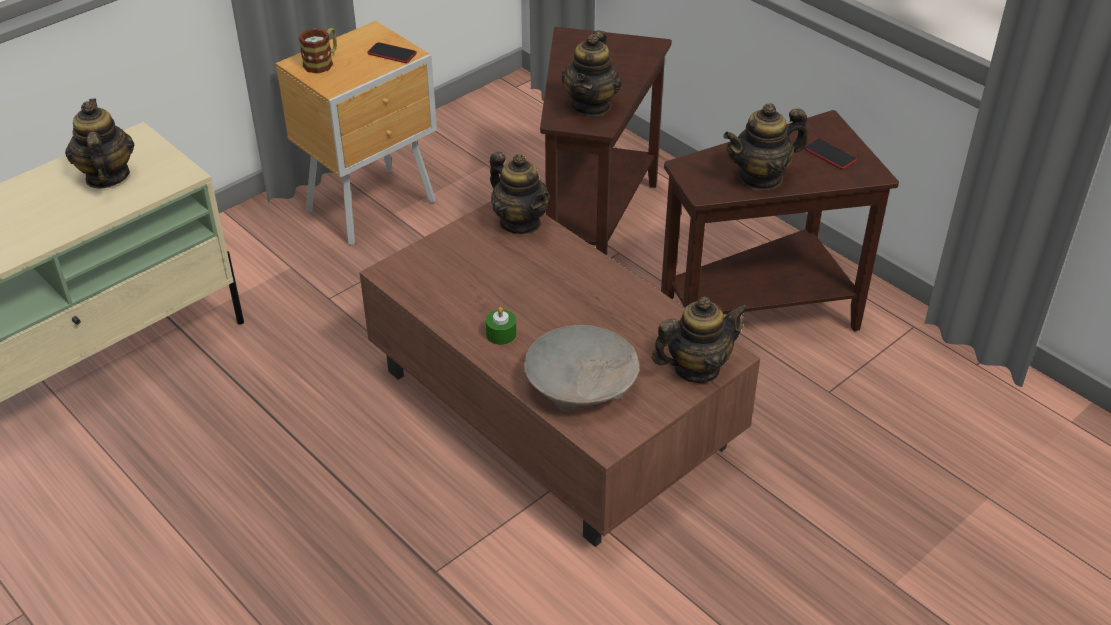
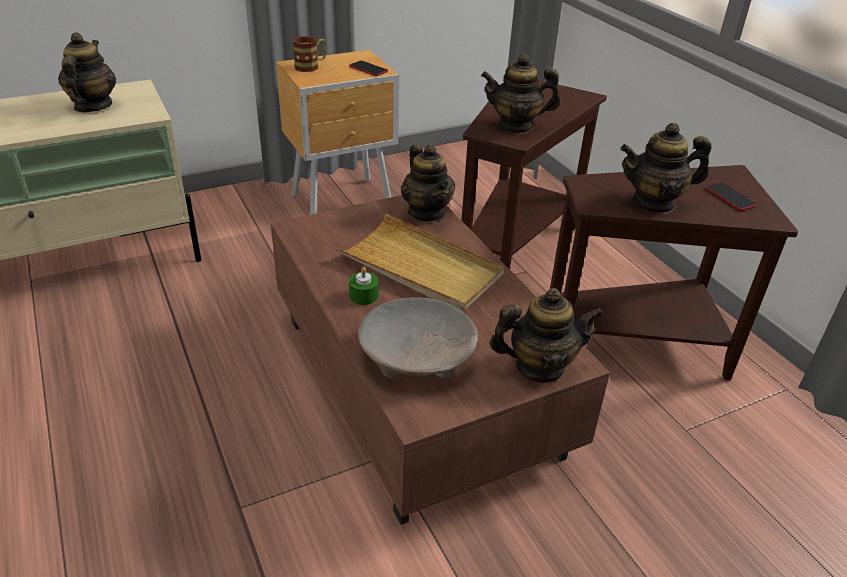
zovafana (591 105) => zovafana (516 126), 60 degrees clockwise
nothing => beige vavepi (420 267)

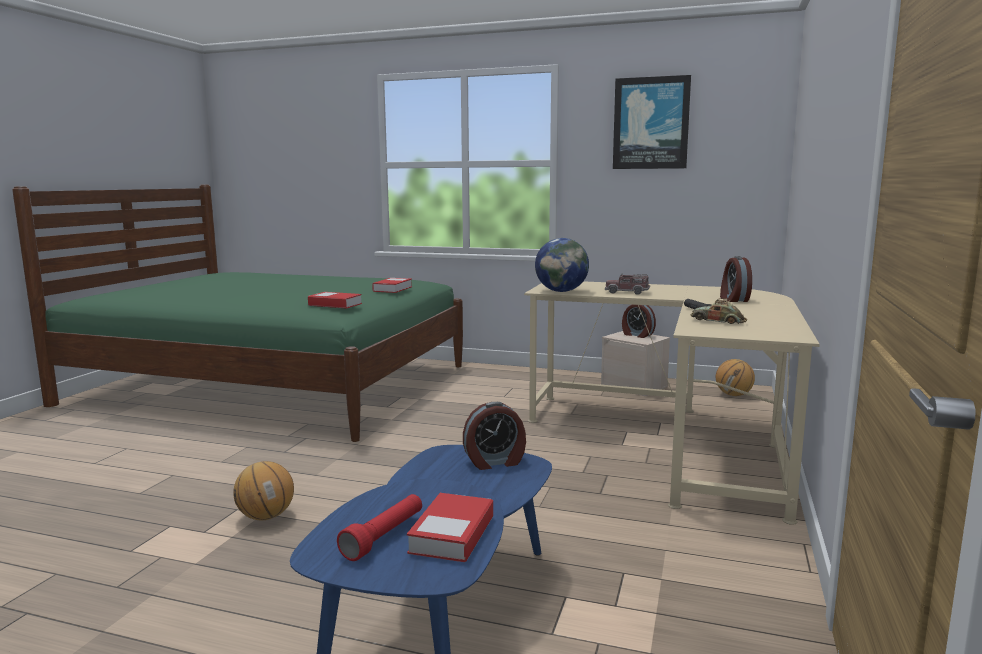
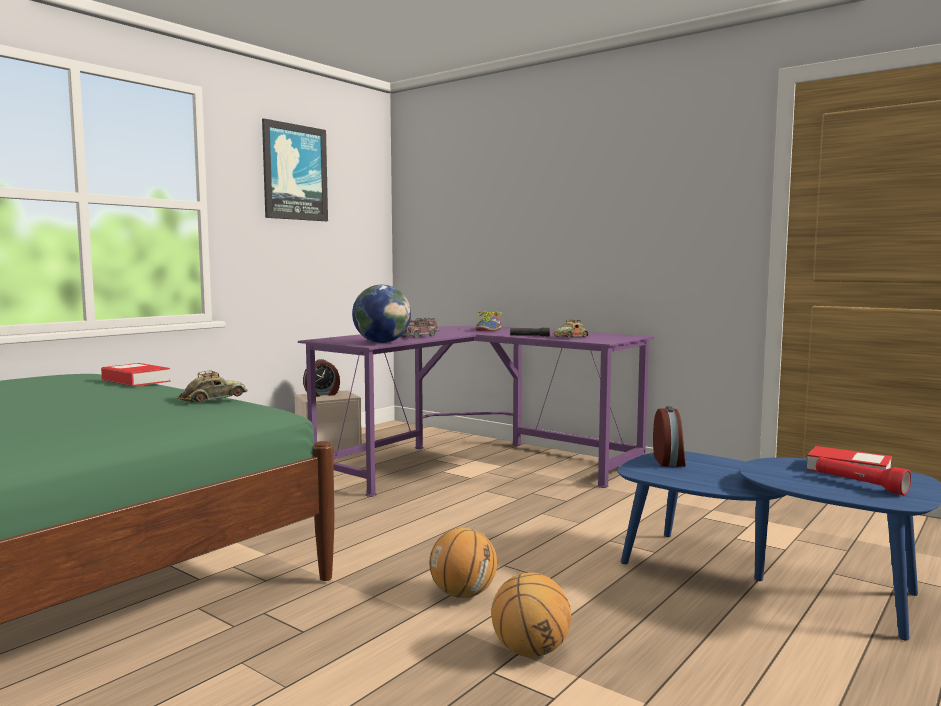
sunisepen (335 304) => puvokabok (213 399)
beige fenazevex (674 439) => purple fenazevex (476 463)
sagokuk (734 395) => sagokuk (463 594), relocated
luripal (733 299) => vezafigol (489 330)

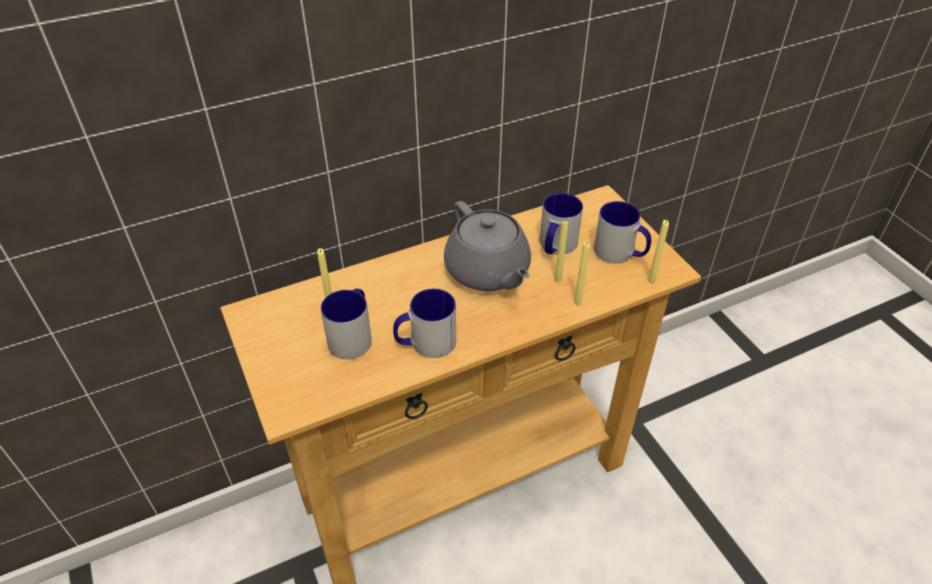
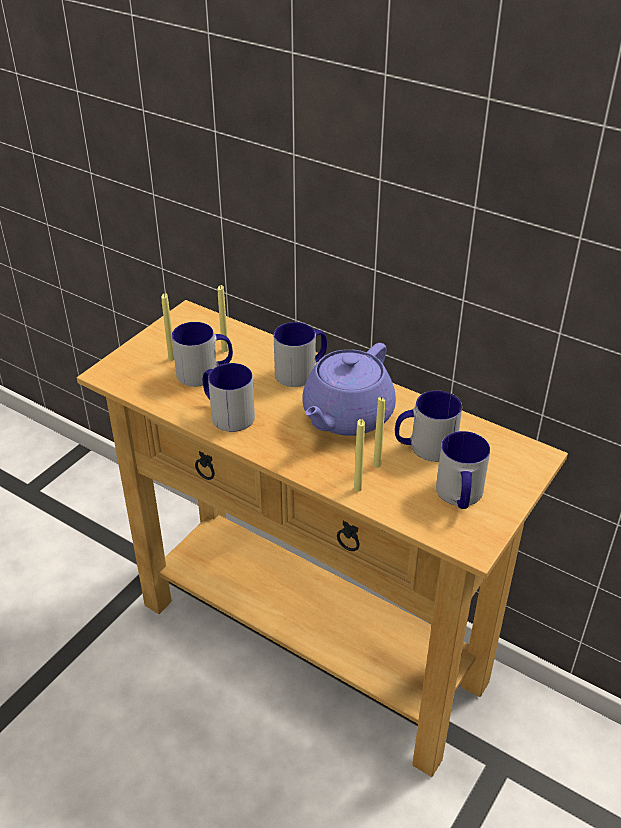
grey zovafana (488 272) => purple zovafana (346 416)
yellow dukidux (651 280) => yellow dukidux (172 358), relocated
nothing => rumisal (302 371)

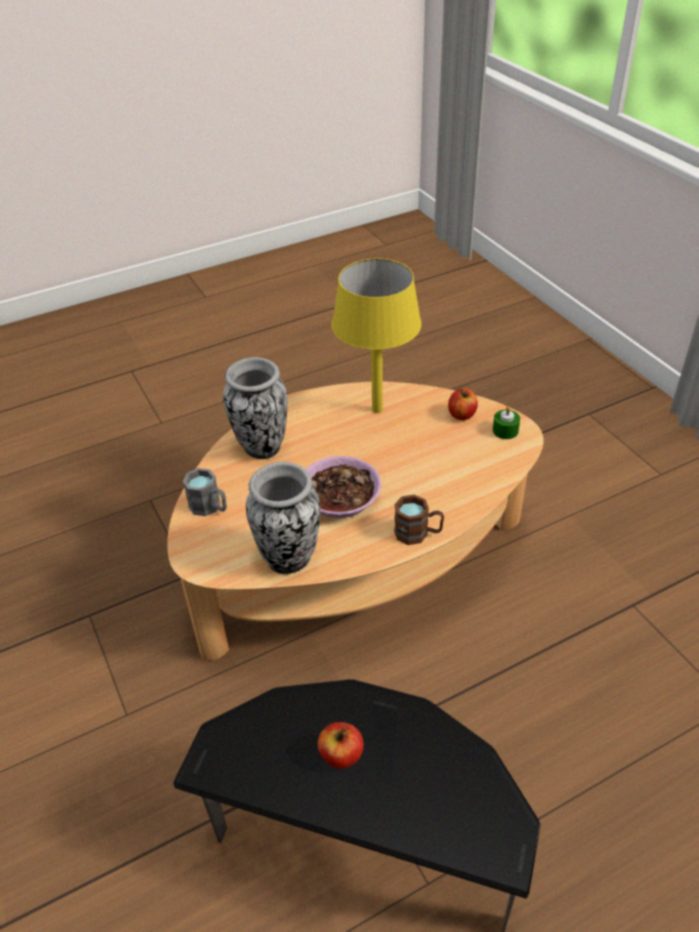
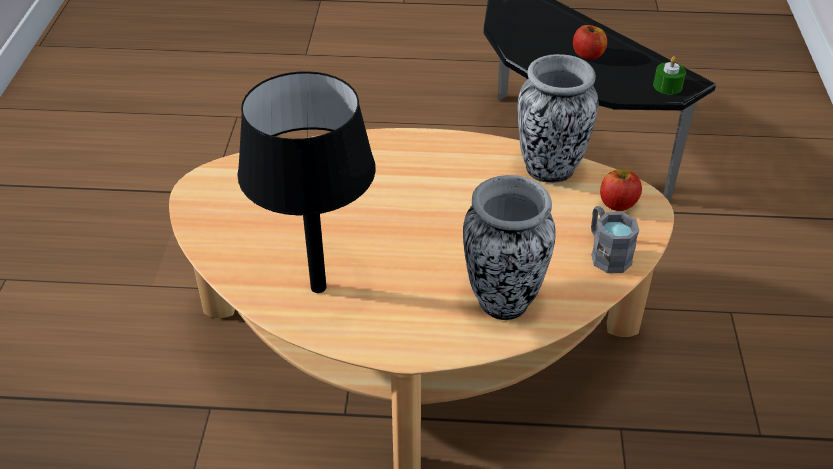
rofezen (340 497) => nothing
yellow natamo (377 410) => black natamo (319 287)
brown rumisal (418 533) => nothing
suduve (462 414) => suduve (618 203), relocated
green dukidux (505 430) => green dukidux (667 86), relocated

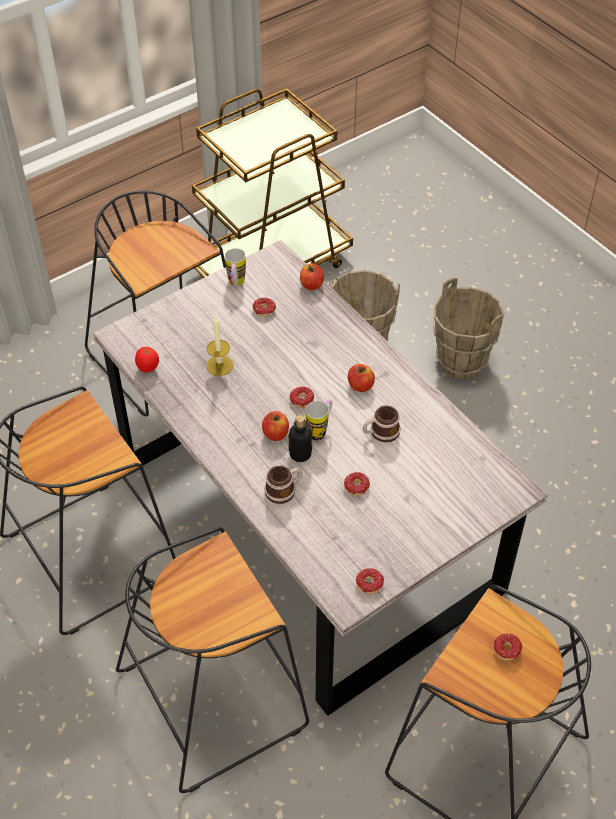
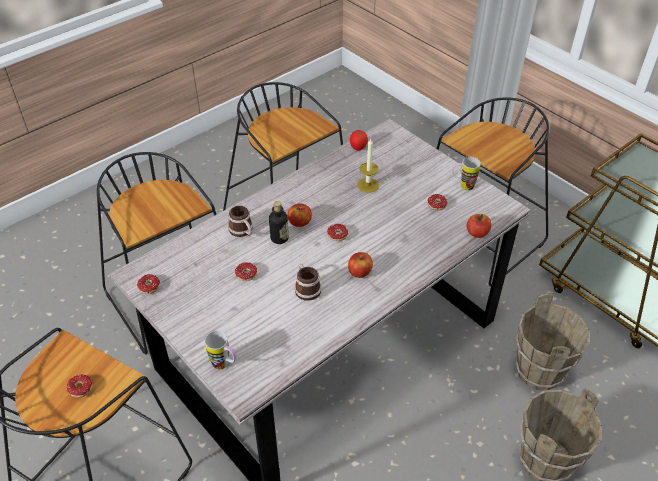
rumisal (320 430) => rumisal (224 365), relocated

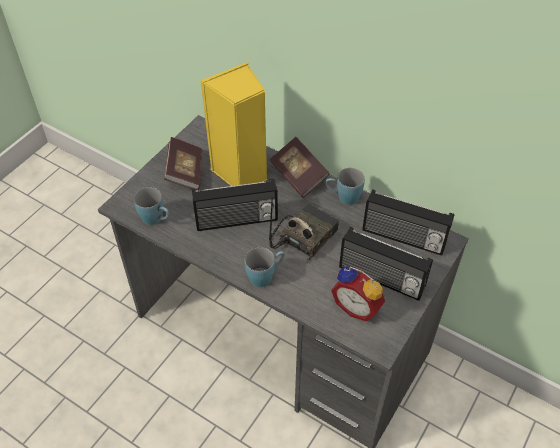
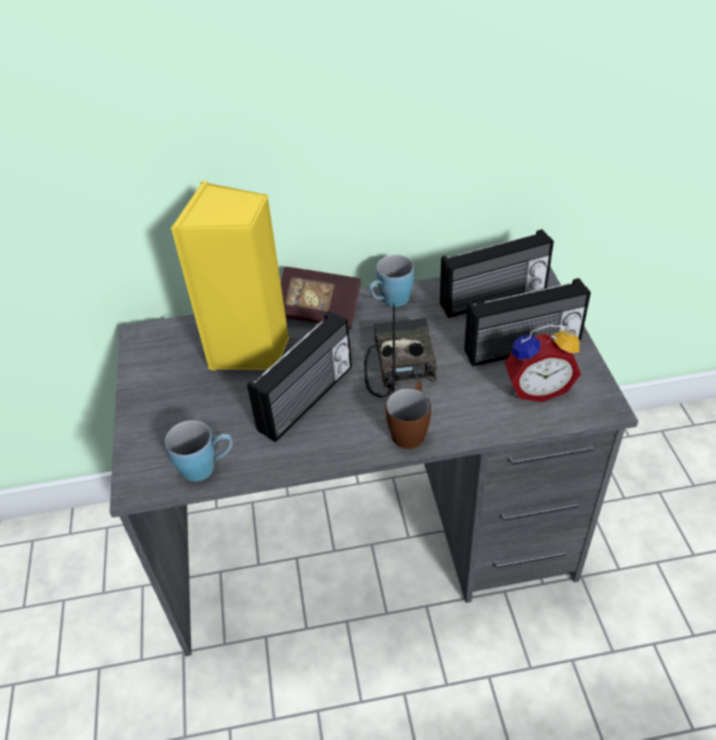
sunisepen (185 172) => nothing
blue rumisal (265 275) => brown rumisal (410 429)

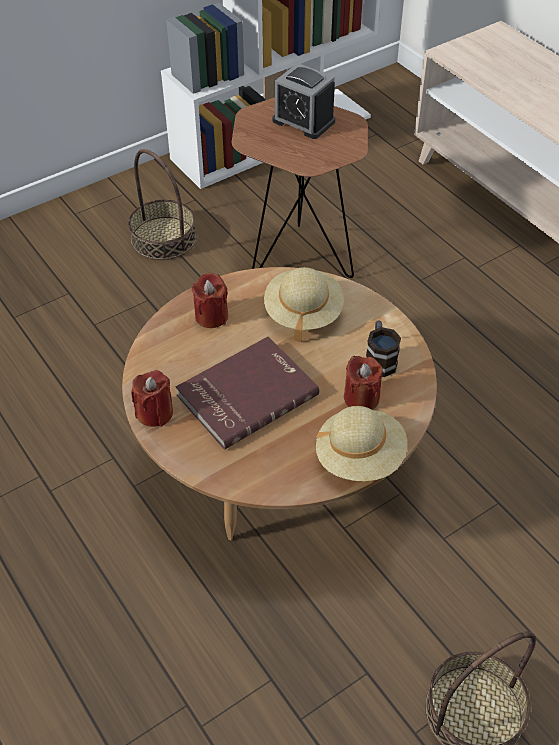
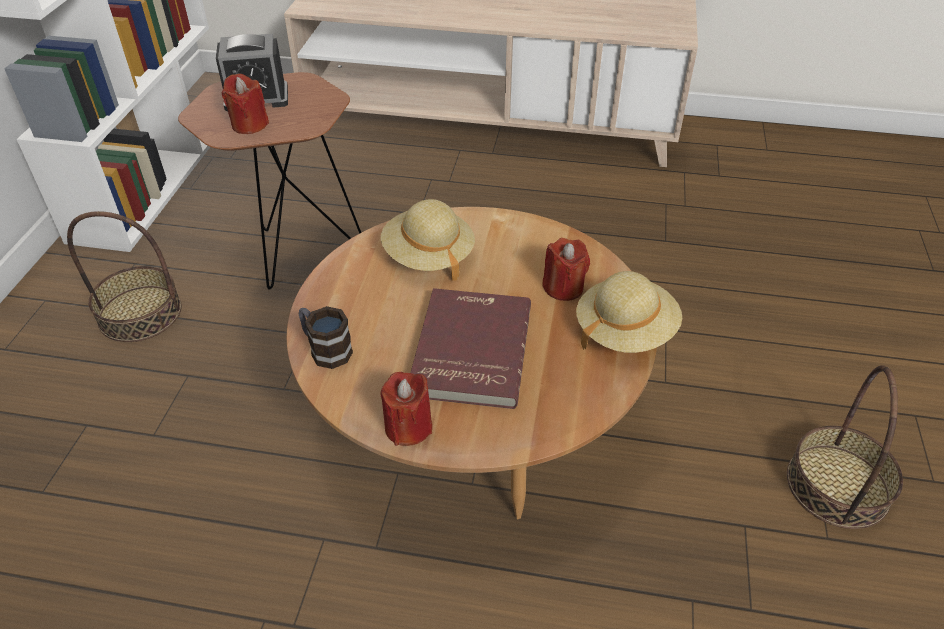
red dukidux (211 316) => red dukidux (249 125), relocated
rumisal (379 359) => rumisal (325 349), relocated

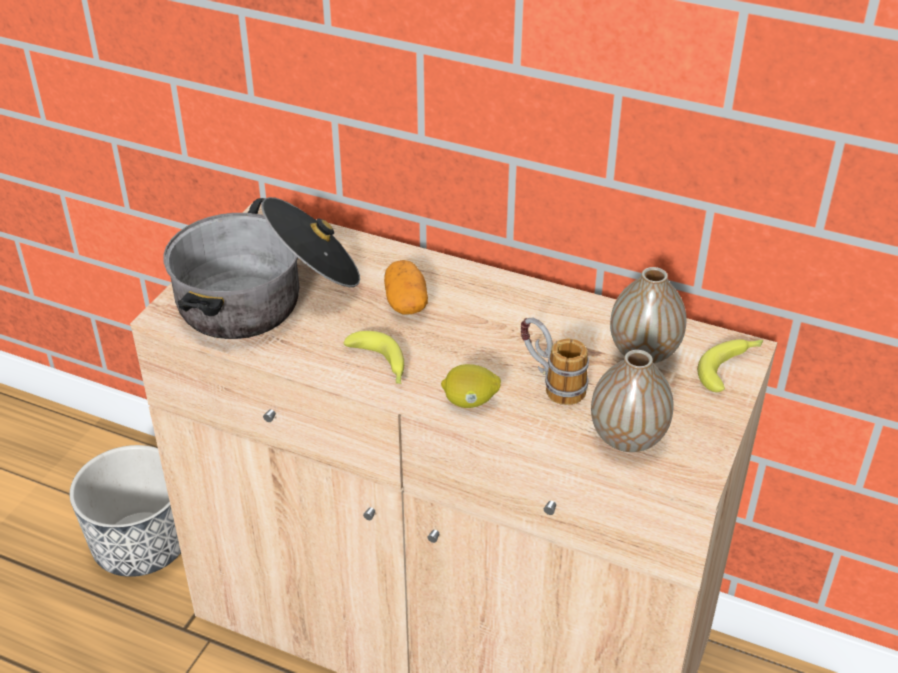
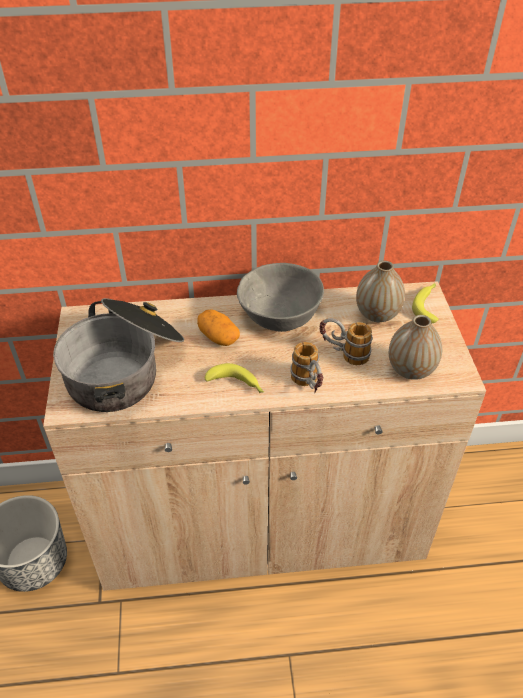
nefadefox (470 402) => rumisal (308 385)
nothing => grey rofezen (279 315)

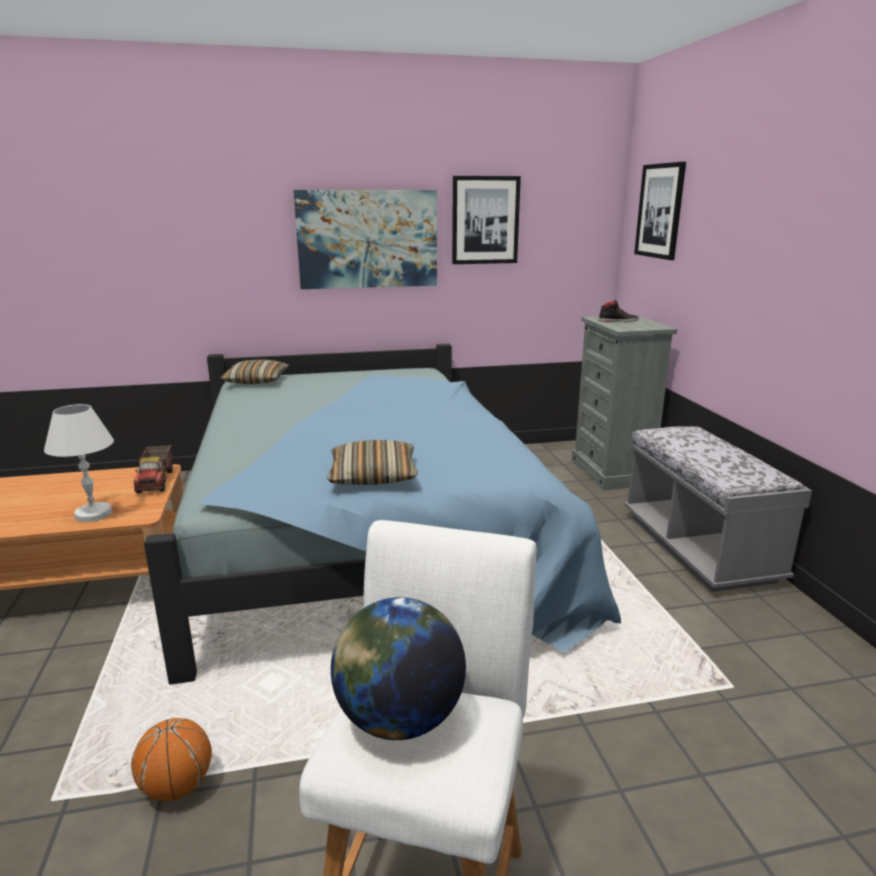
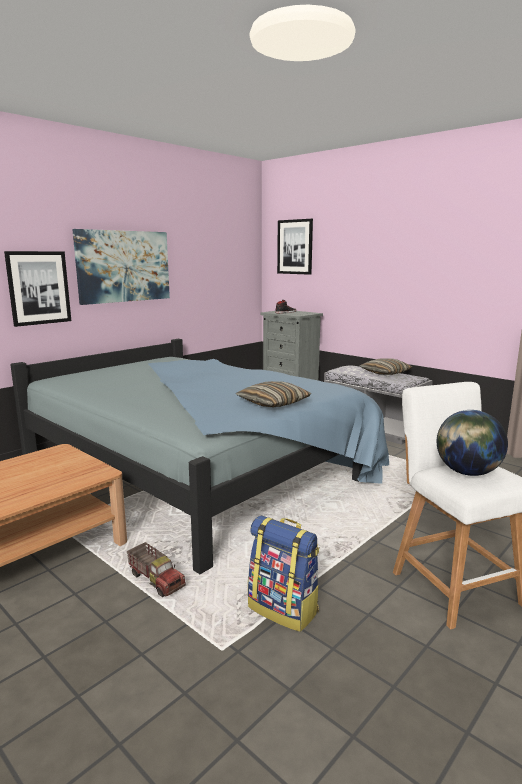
white natamo (93 514) => nothing
sagokuk (177 786) => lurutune (284 609)
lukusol (157 481) => lukusol (156 580), relocated
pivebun (256 381) => pivebun (385 373), relocated
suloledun (485 220) => suloledun (38 288), relocated

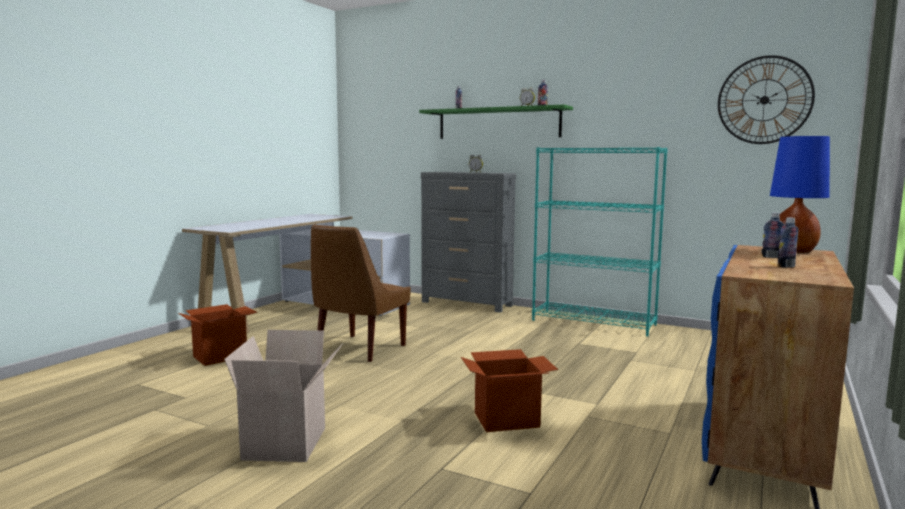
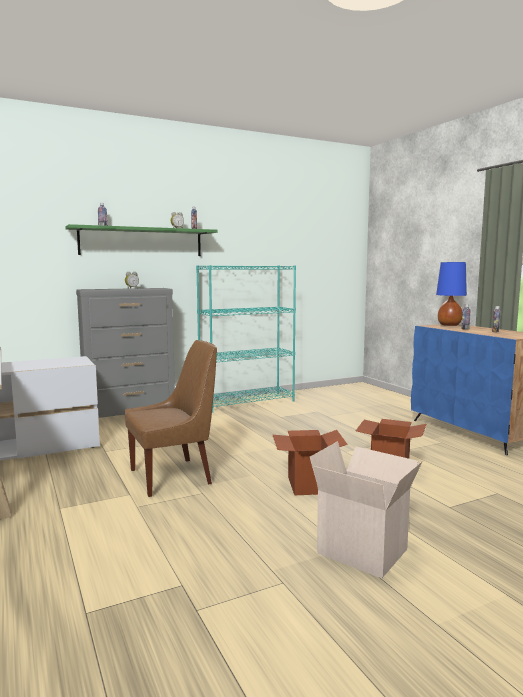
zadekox (220 357) => zadekox (308 485), relocated
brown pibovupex (358 349) => brown pibovupex (174 476), 90 degrees counterclockwise
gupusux (764 100) => nothing

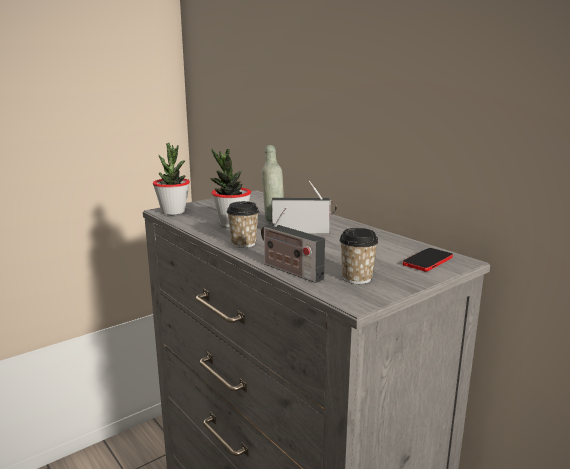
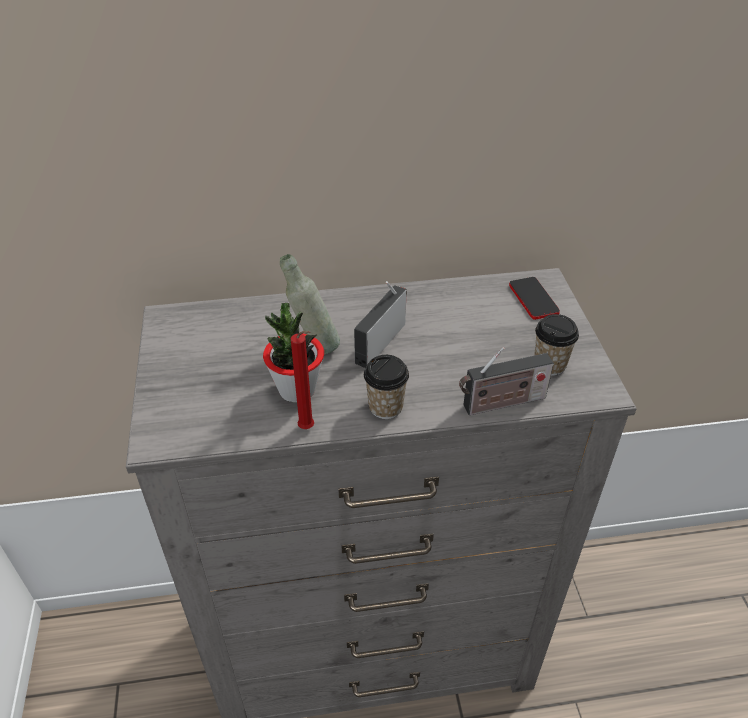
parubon (173 212) => nothing
nothing => red dukidux (308 429)

